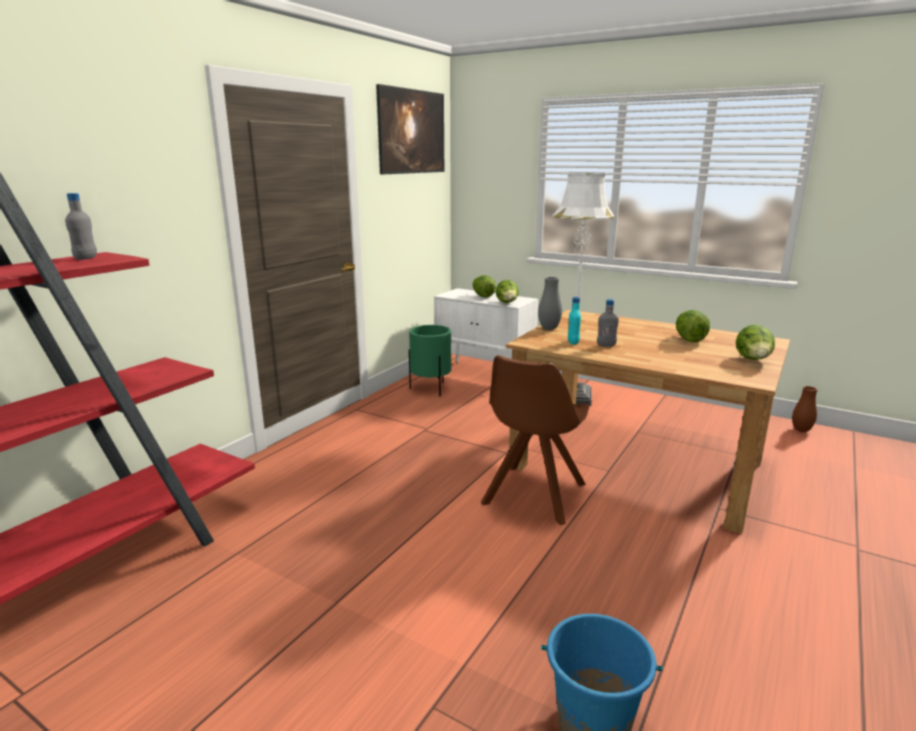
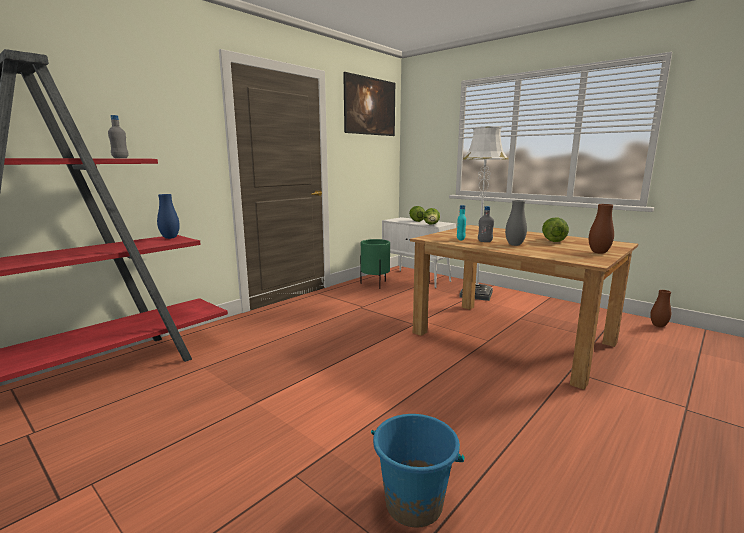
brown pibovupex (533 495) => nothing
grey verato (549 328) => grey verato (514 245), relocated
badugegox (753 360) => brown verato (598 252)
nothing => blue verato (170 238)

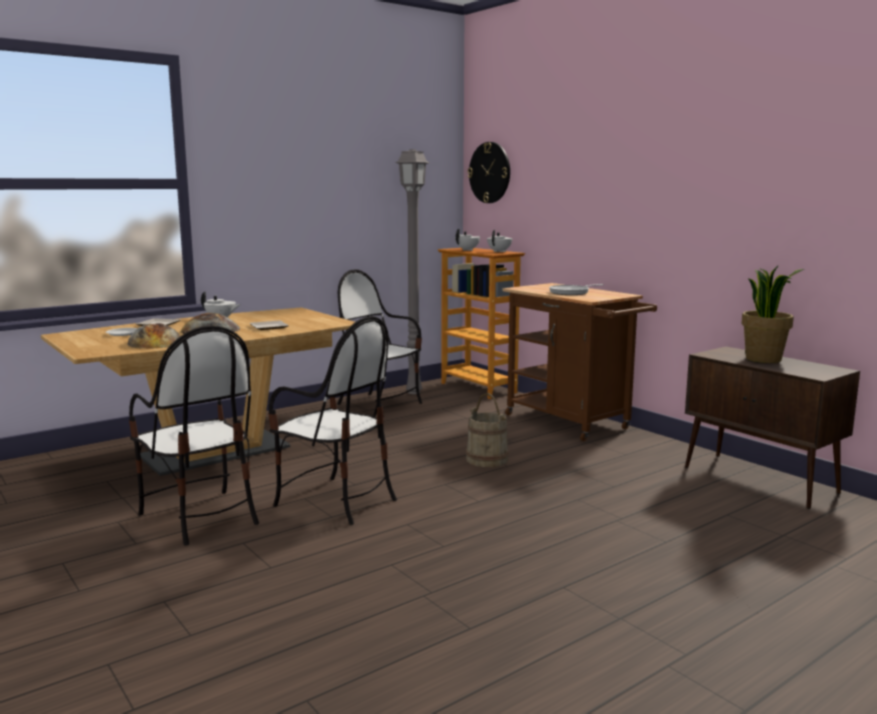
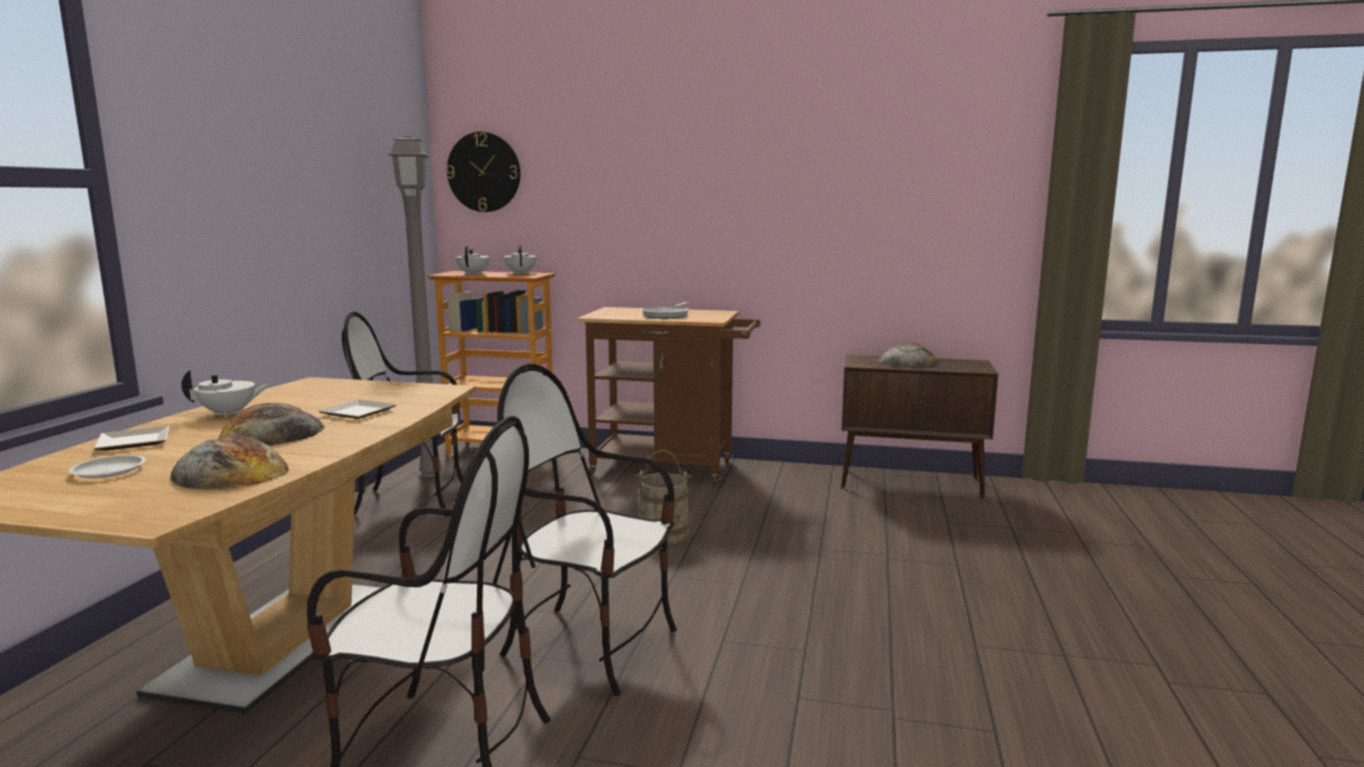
pibovupex (335 501) => pibovupex (591 645), 150 degrees counterclockwise
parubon (764 359) => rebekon (907 362)

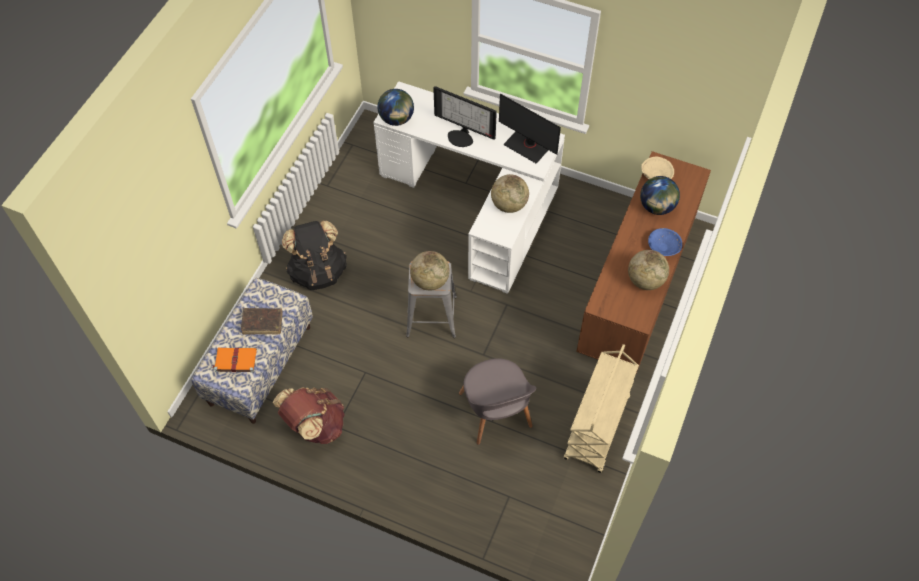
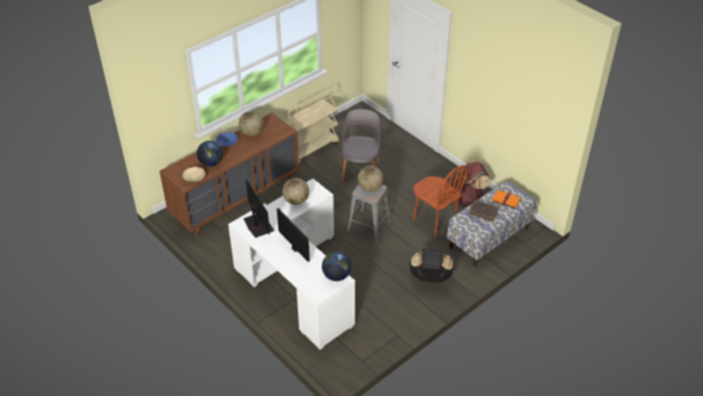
nothing => brown pibovupex (434 222)

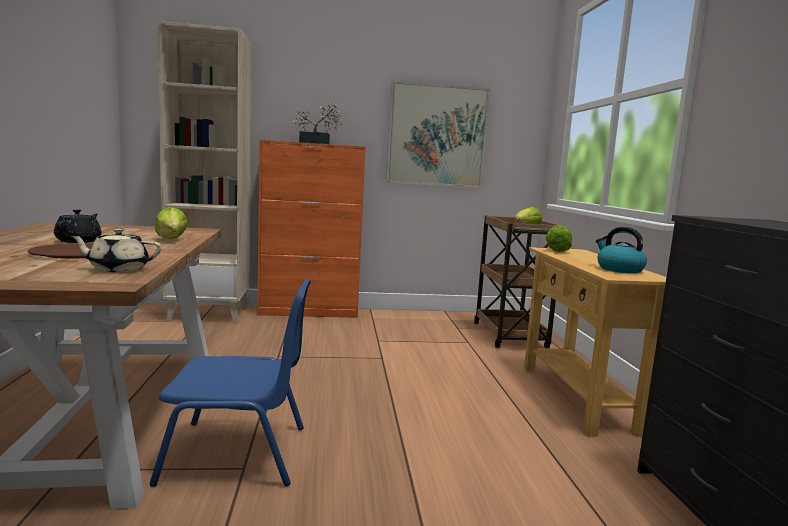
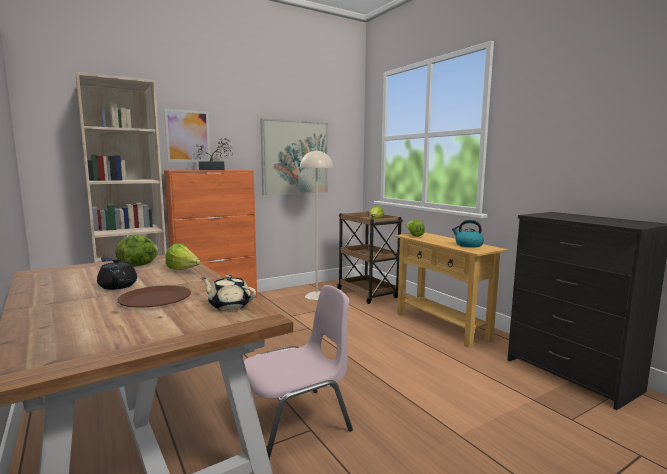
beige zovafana (118 269) => beige zovafana (229 306), 60 degrees clockwise
blue pibovupex (238 453) => pink pibovupex (295 421)
nothing => badugegox (139 265)
nothing => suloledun (188 136)
nothing => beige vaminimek (316 296)

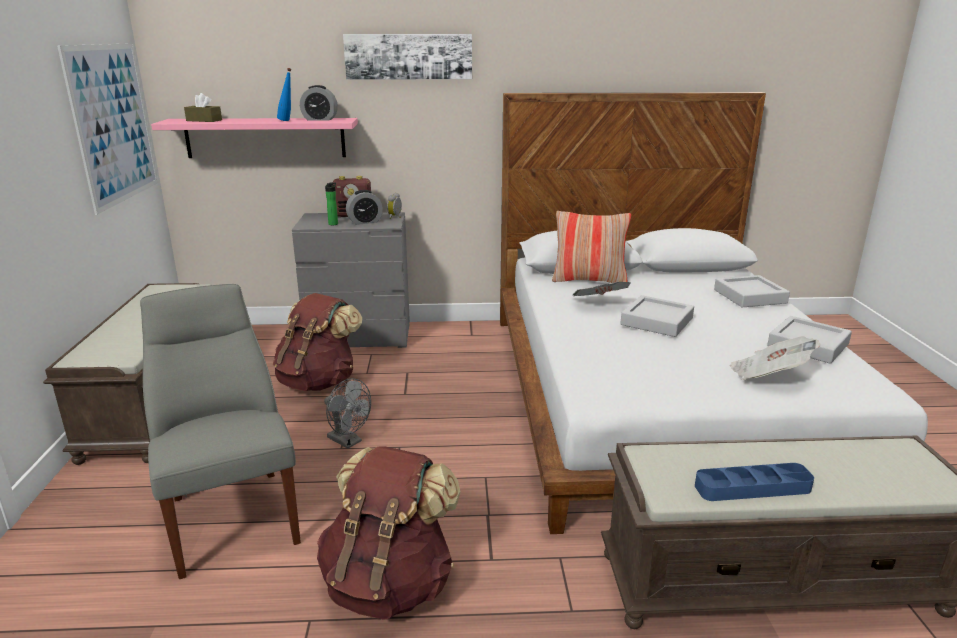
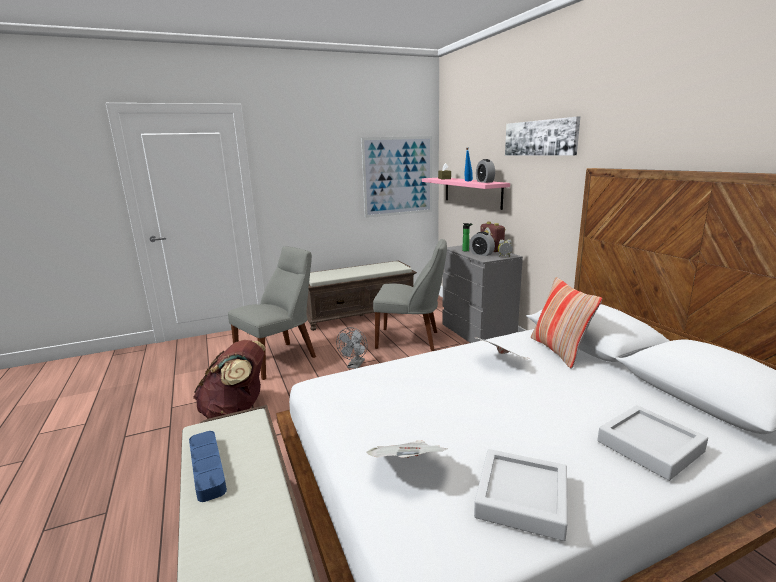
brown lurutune (319 382) => grey pibovupex (411 340)
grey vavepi (656 321) => nothing

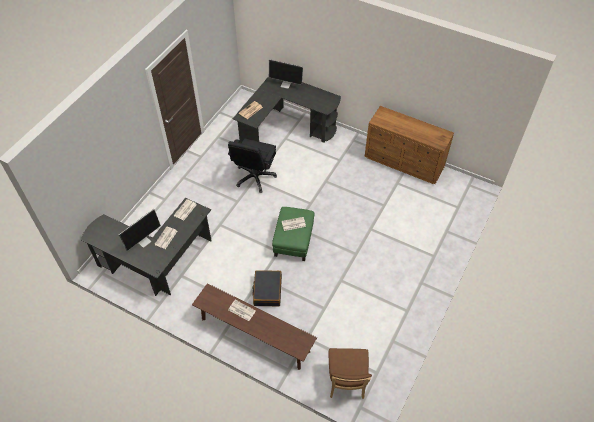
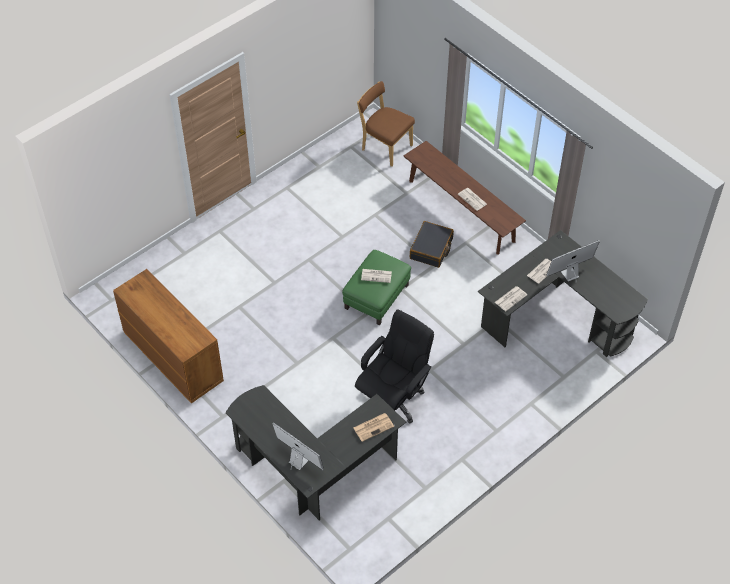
brown pibovupex (346 383) => brown pibovupex (385 146), 75 degrees counterclockwise

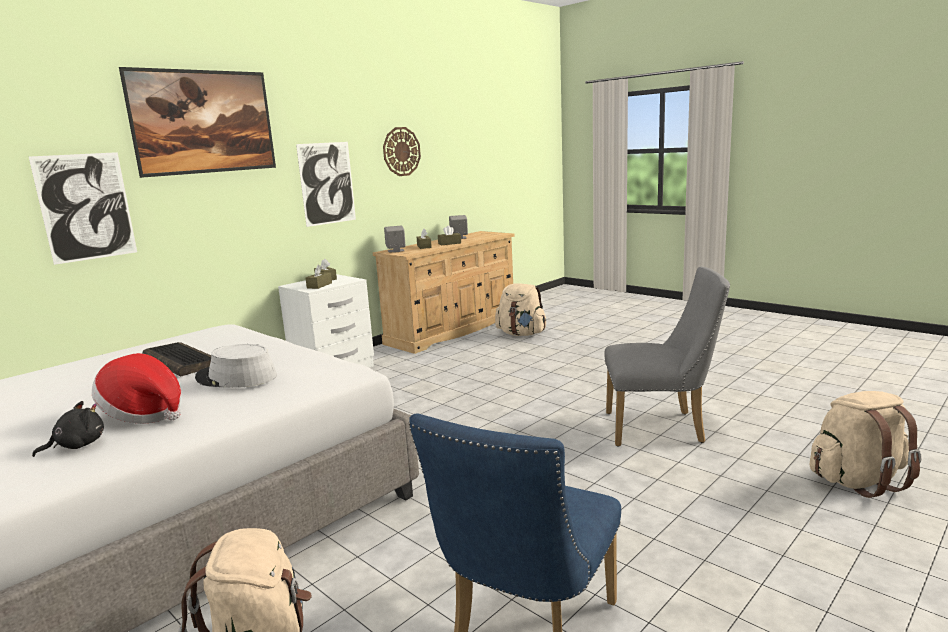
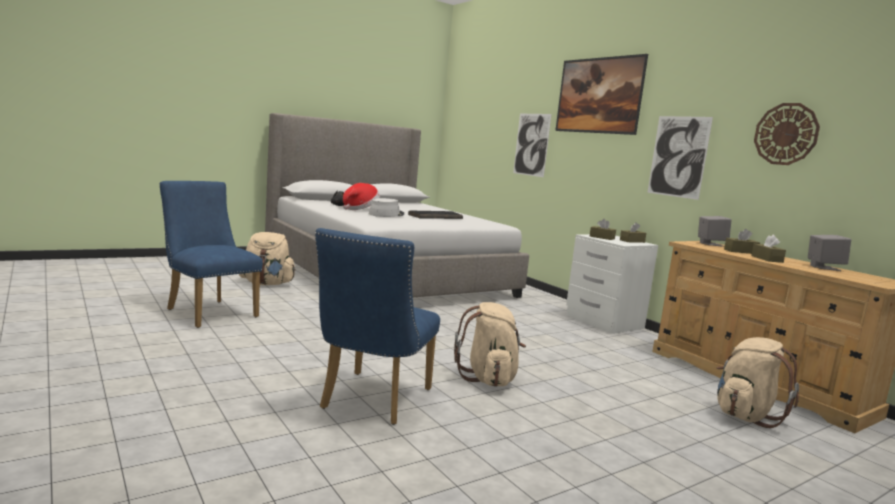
grey pibovupex (661 428) => blue pibovupex (371 401)
beige lurutune (858 481) => beige lurutune (488 378), relocated

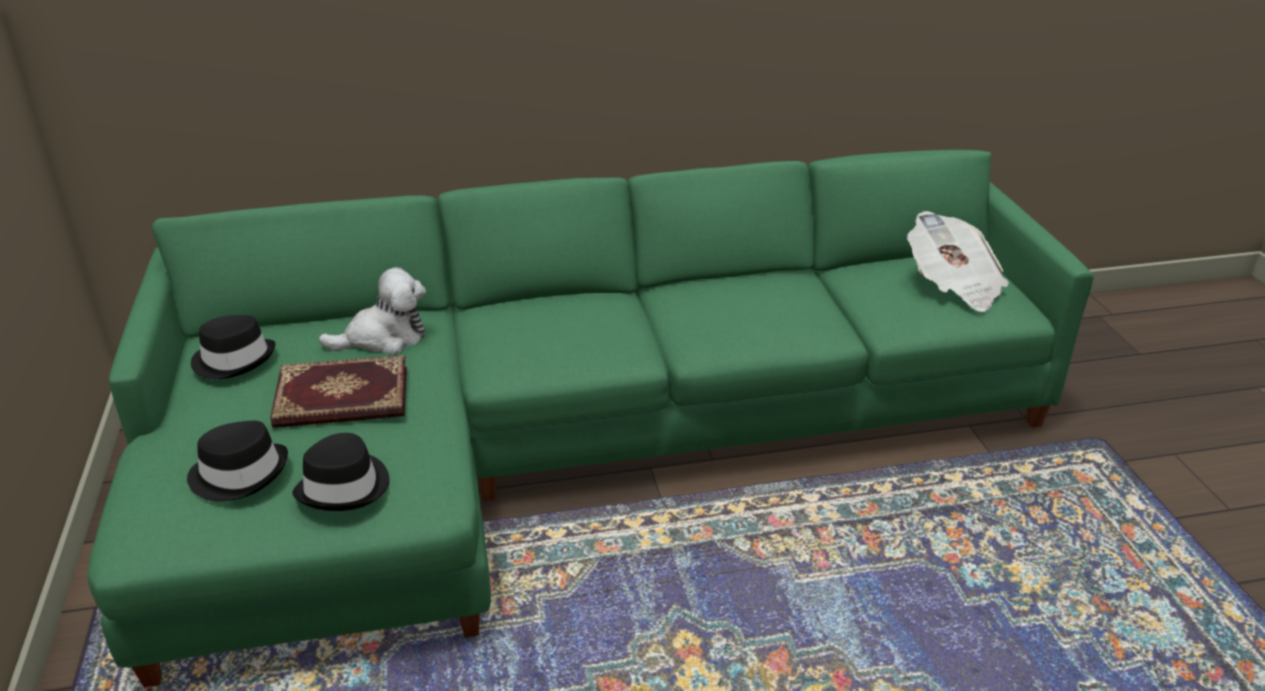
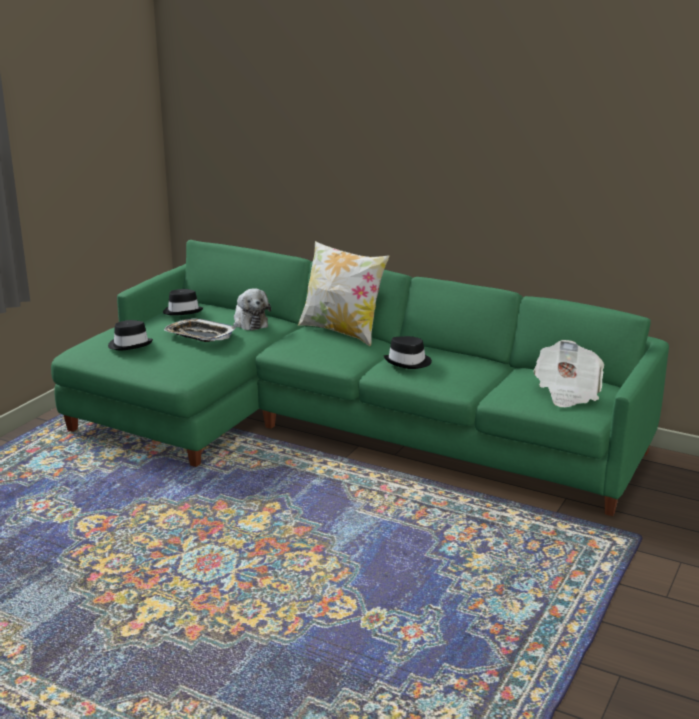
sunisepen (342 399) => vavepi (200 335)
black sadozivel (345 487) => black sadozivel (408 362), relocated
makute (384 338) => makute (249 322), 45 degrees clockwise
nothing => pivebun (342 331)

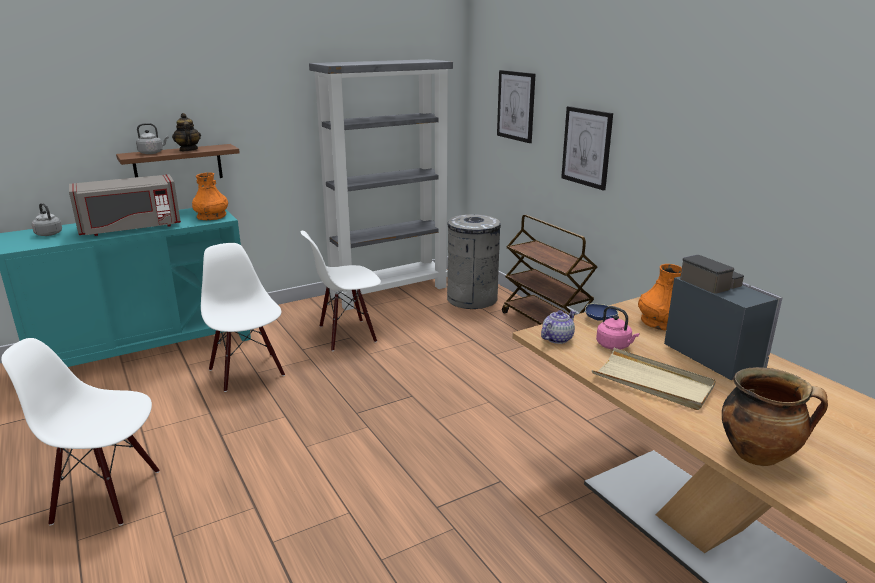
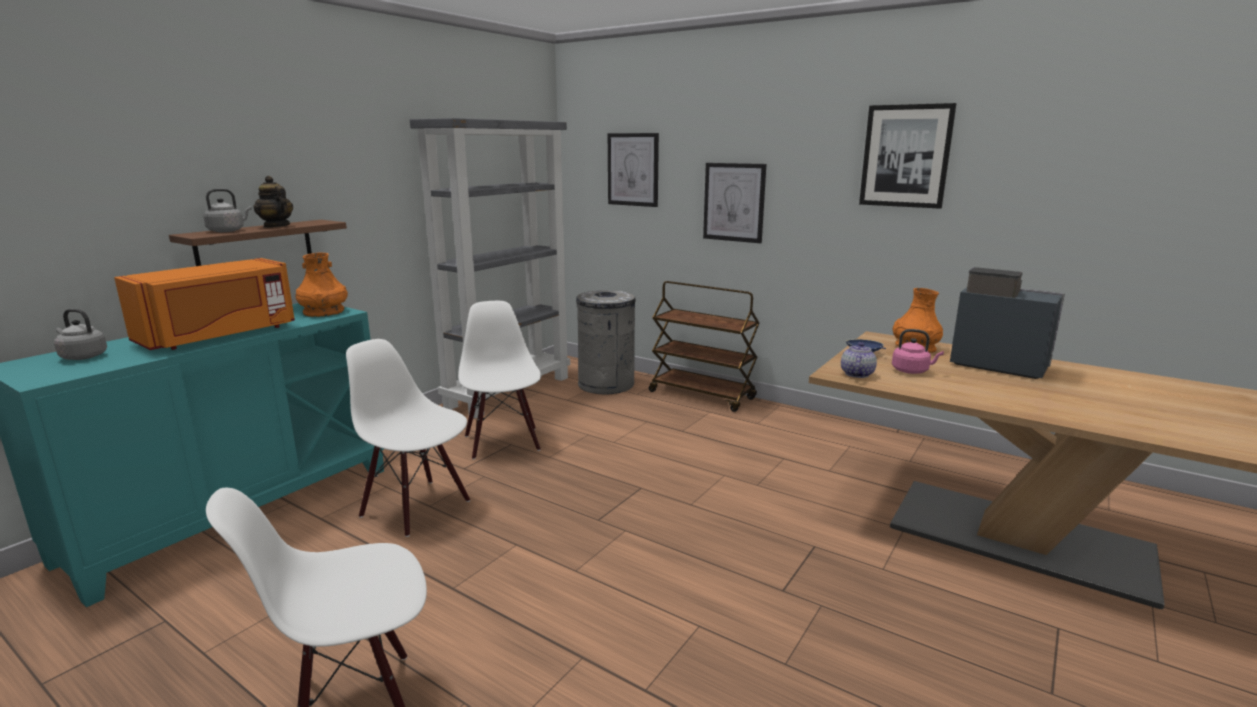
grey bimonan (130 228) => orange bimonan (219 336)
white pibovupex (347 334) => white pibovupex (503 442), 120 degrees clockwise
beige vavepi (652 382) => nothing
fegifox (759 455) => nothing
nothing => suloledun (905 156)

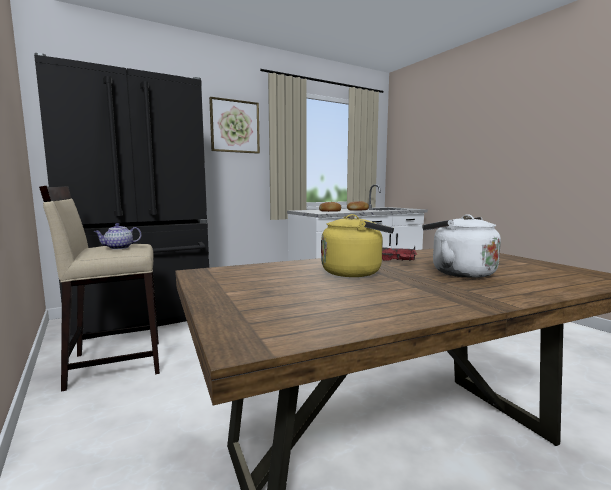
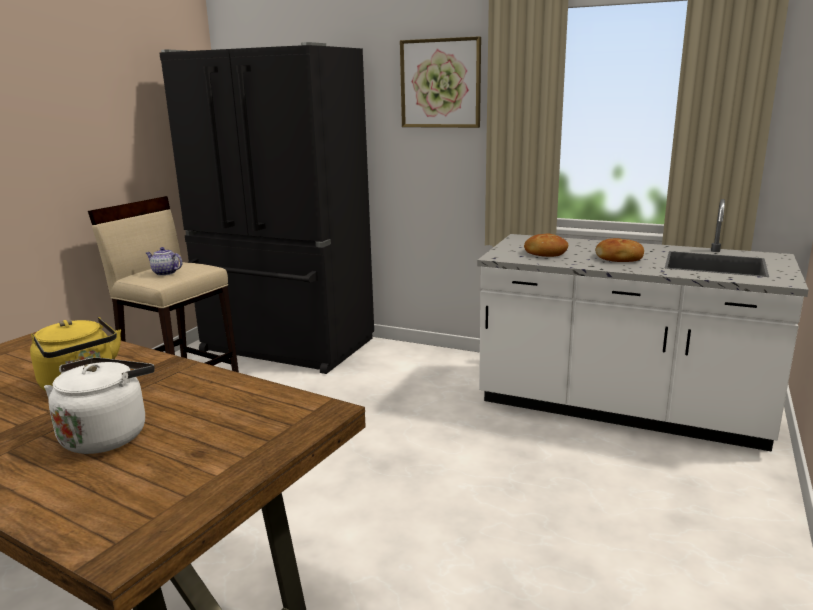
red vavepi (396 260) => nothing

